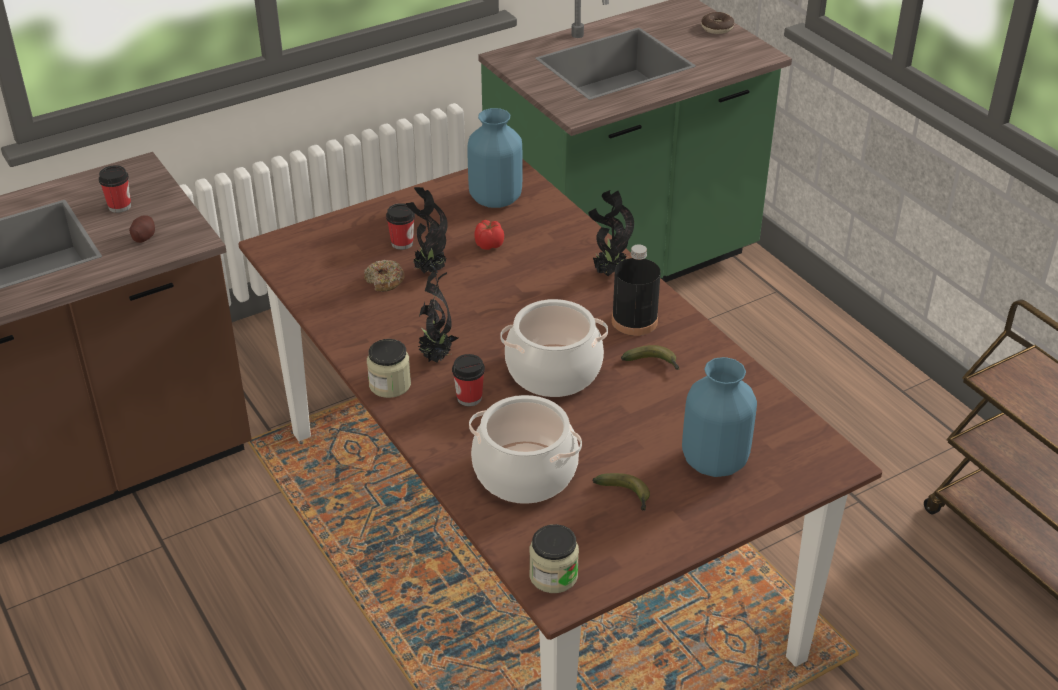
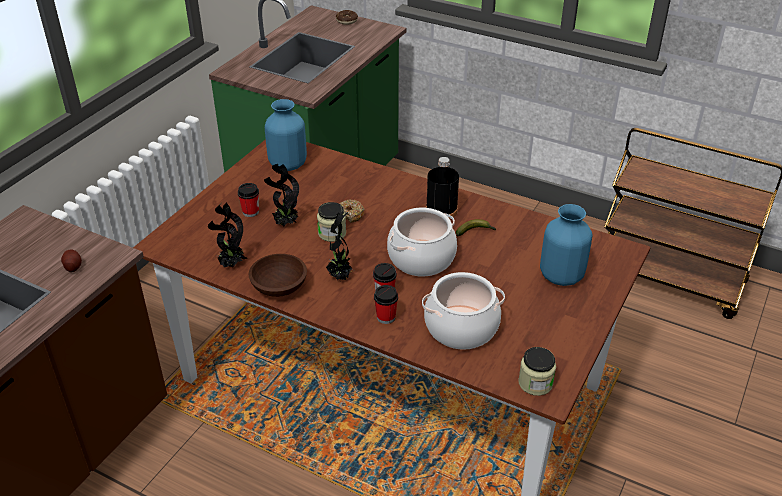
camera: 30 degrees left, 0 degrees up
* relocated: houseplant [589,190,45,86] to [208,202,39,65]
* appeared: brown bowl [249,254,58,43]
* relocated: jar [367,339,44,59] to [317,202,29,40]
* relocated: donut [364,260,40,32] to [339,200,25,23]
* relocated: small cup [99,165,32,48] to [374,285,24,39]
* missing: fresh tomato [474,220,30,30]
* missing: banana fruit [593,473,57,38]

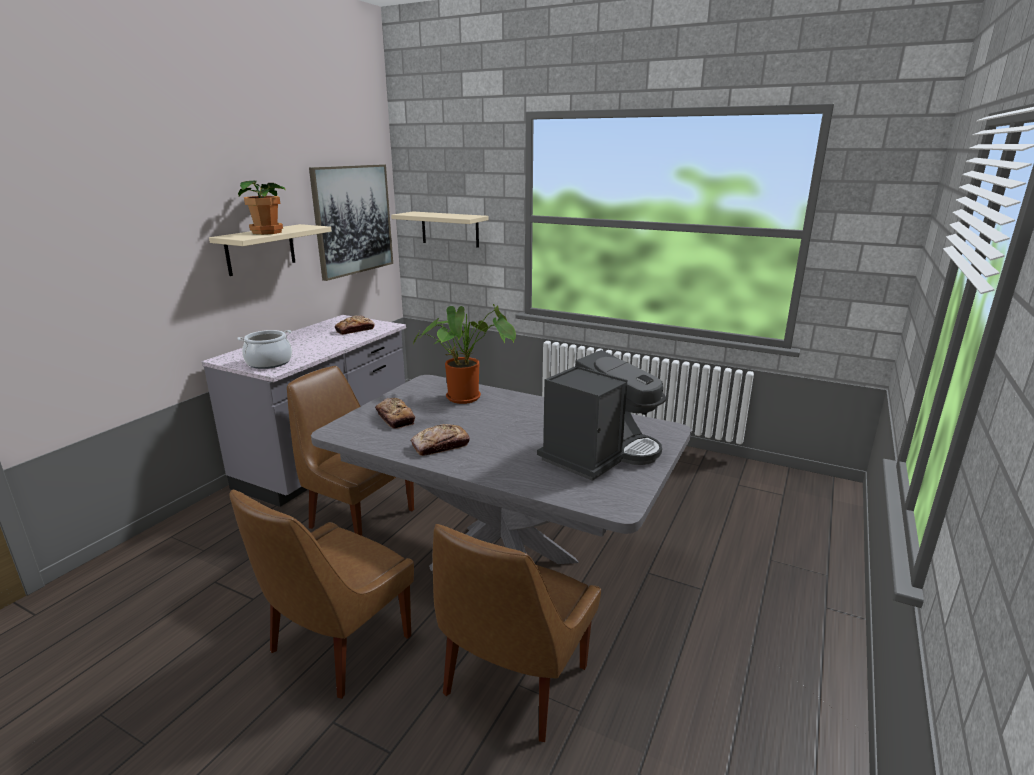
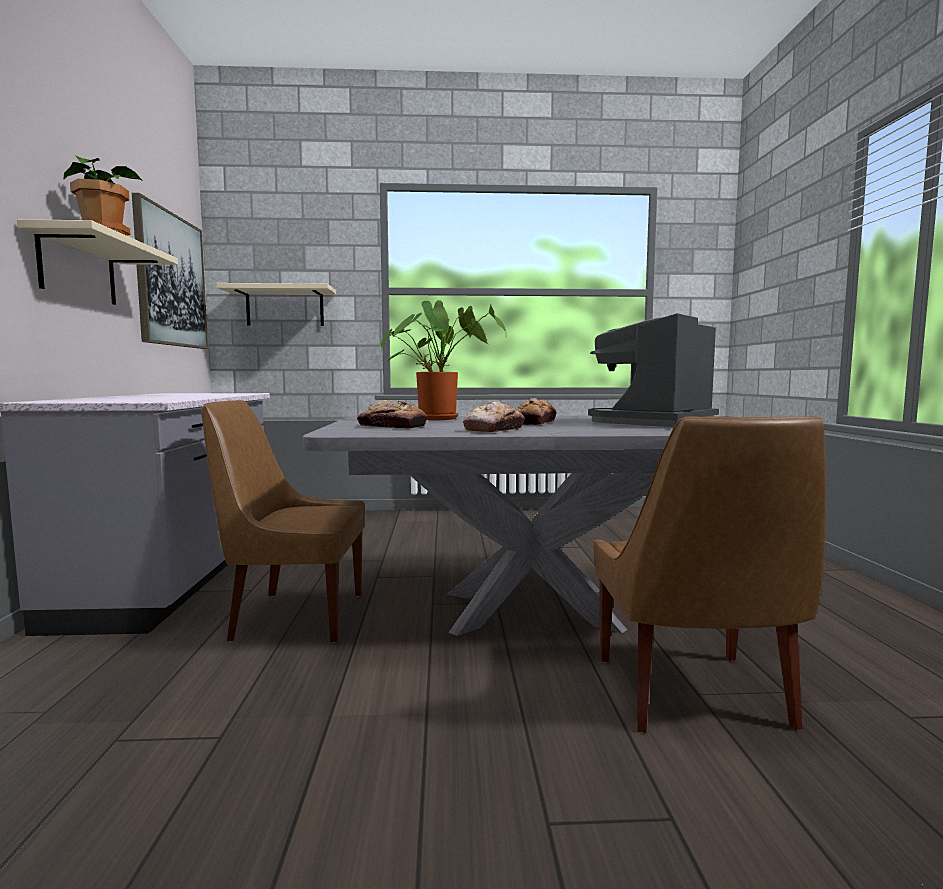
camera: 30 degrees left, 15 degrees down
* relocated: bakery bread [335,316,40,19] to [516,398,41,27]
* spun: coffee maker [537,350,129,131] = [588,313,131,114] 150 degrees counterclockwise
* missing: brown chair [229,489,185,210]
* missing: cooking pot [237,330,55,39]

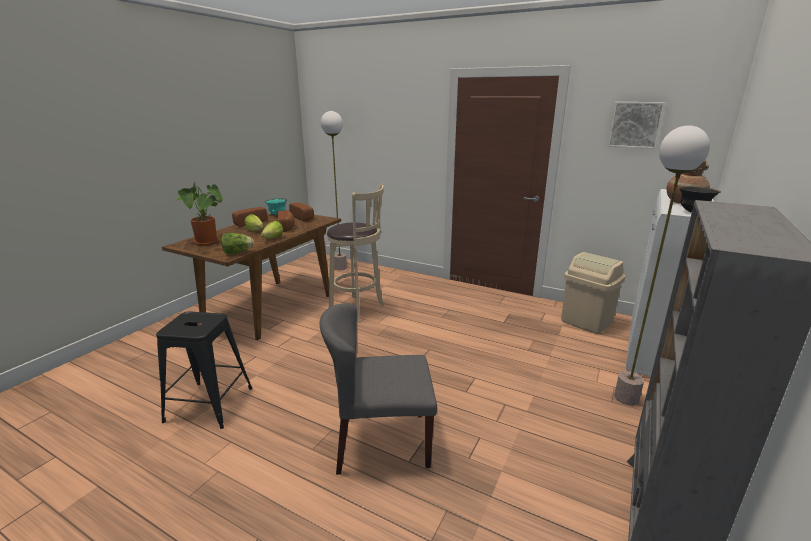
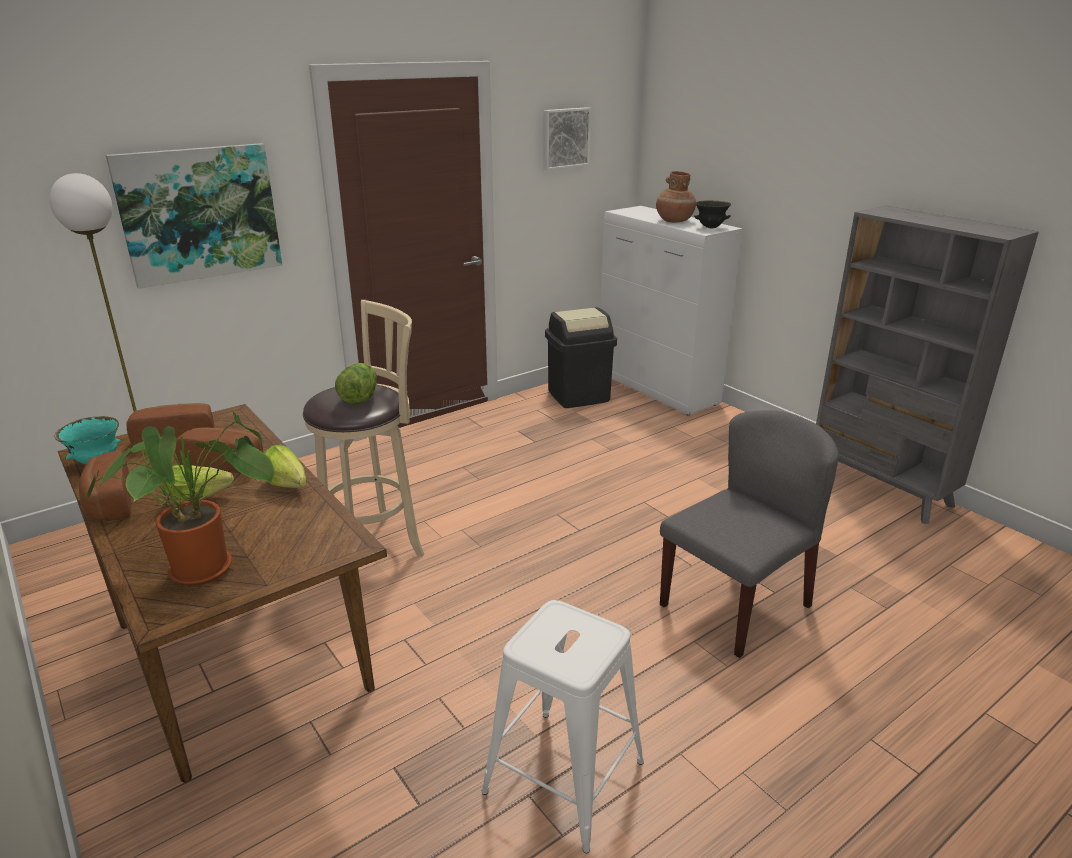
camera: 65 degrees left, 5 degrees up
* appeared: picture [106,143,176,145]
* relocated: head of lettuce [221,233,33,21] to [335,363,42,42]
* colour: black-coloured stool seat [156,312,96,117] to white-coloured stool seat [481,600,163,253]
* colour: beige waste bin [561,252,65,82] to black-coloured waste bin [545,307,72,101]
* spun: greyish chair [319,303,118,172] = [660,410,179,248] 150 degrees counterclockwise
* missing: floor lamp [614,125,96,280]

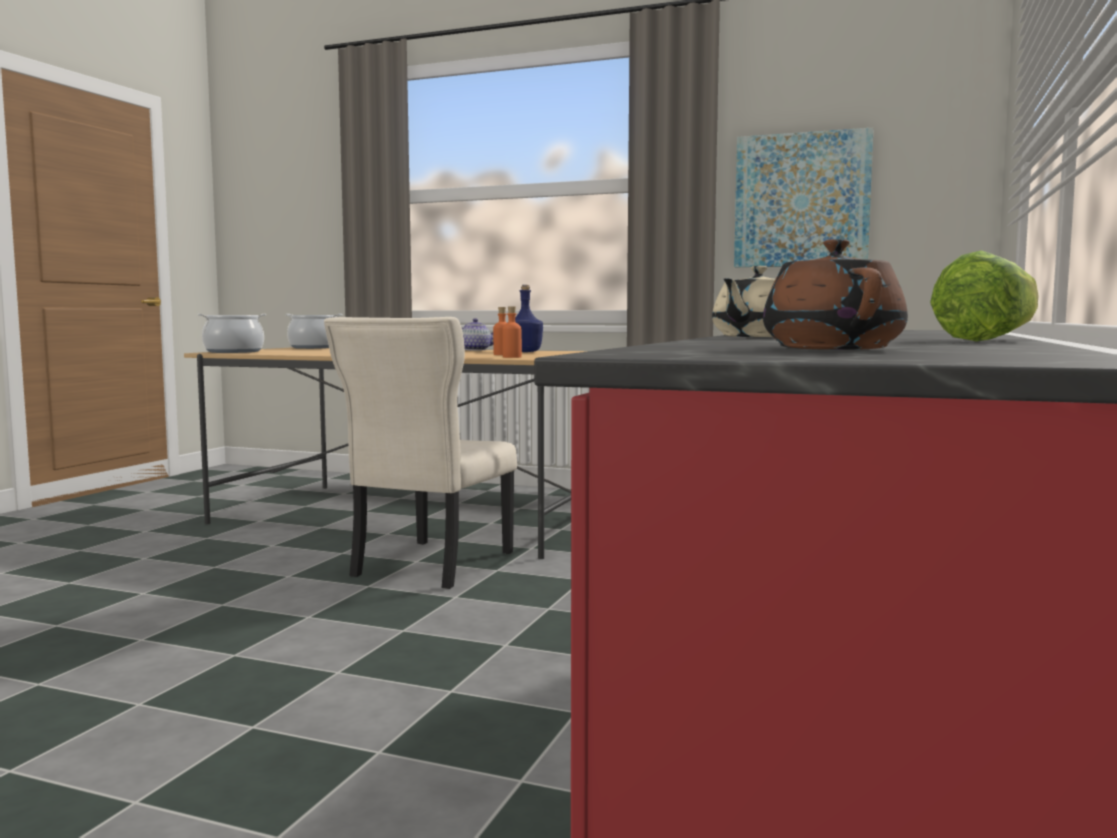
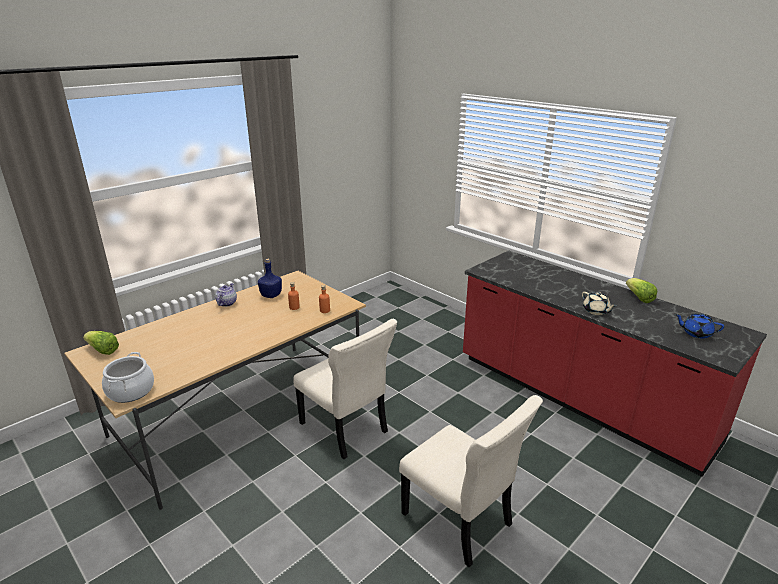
camera: 65 degrees left, 20 degrees up
* exchanged: cooking pot [285,314,58,35] to head of lettuce [83,331,36,24]
* appeared: beige chair [399,395,144,172]
* colour: brown pot for tea [763,239,145,111] to blue-coloured pot for tea [675,314,49,25]
* missing: picture [734,128,139,139]

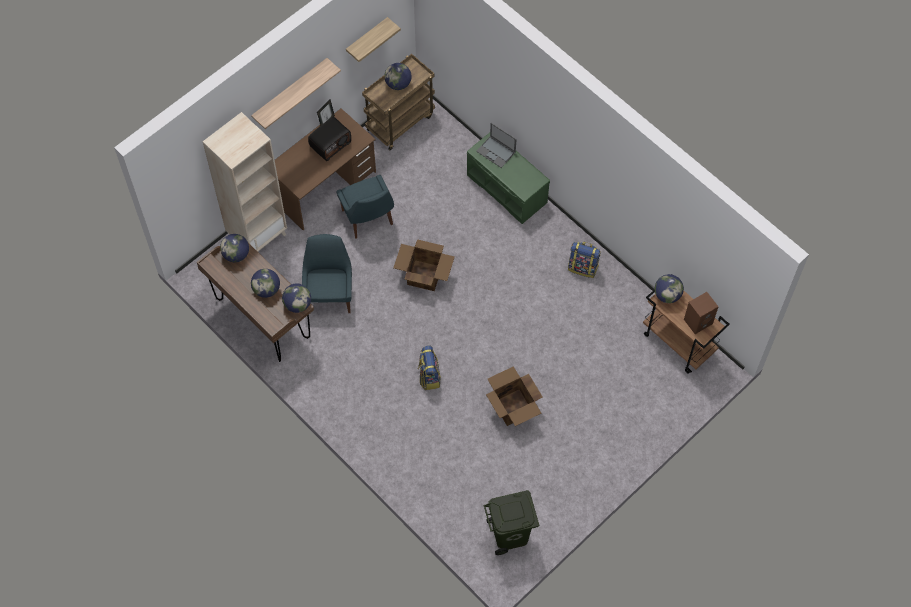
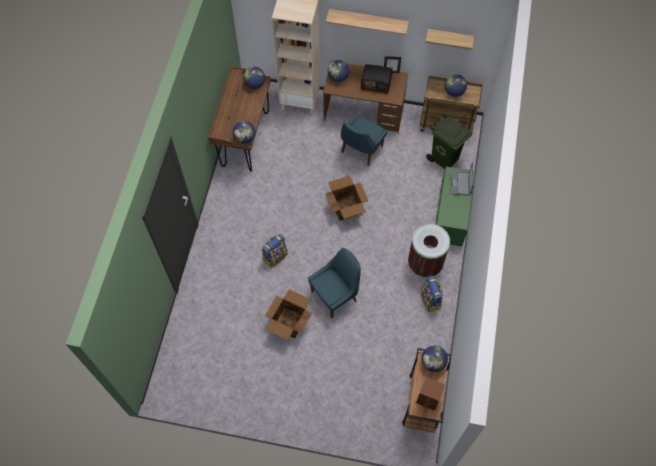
camera: 55 degrees right, 0 degrees up
* relocated: blue-coloured chair [302,234,50,79] to [308,248,53,70]
* relocated: world globe [251,269,29,29] to [328,60,21,22]
* appeared: brown waste bin [408,224,42,53]
* relocated: green-coloured waste bin [483,490,56,65] to [426,115,46,54]

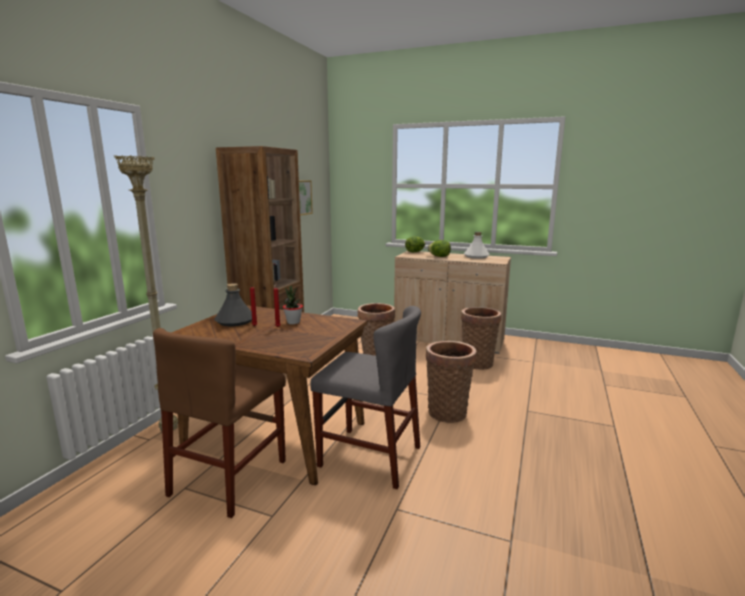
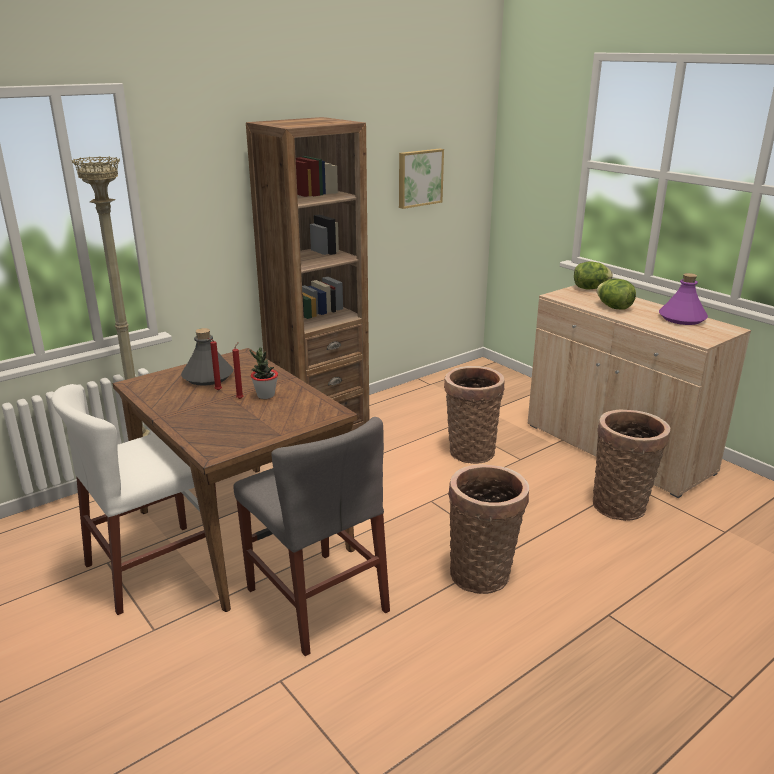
camera: 30 degrees right, 10 degrees up
* colour: brown chair [153,328,133,190] to white-coloured chair [51,384,166,231]
* colour: white-coloured bottle [464,232,26,27] to purple bottle [659,273,49,52]

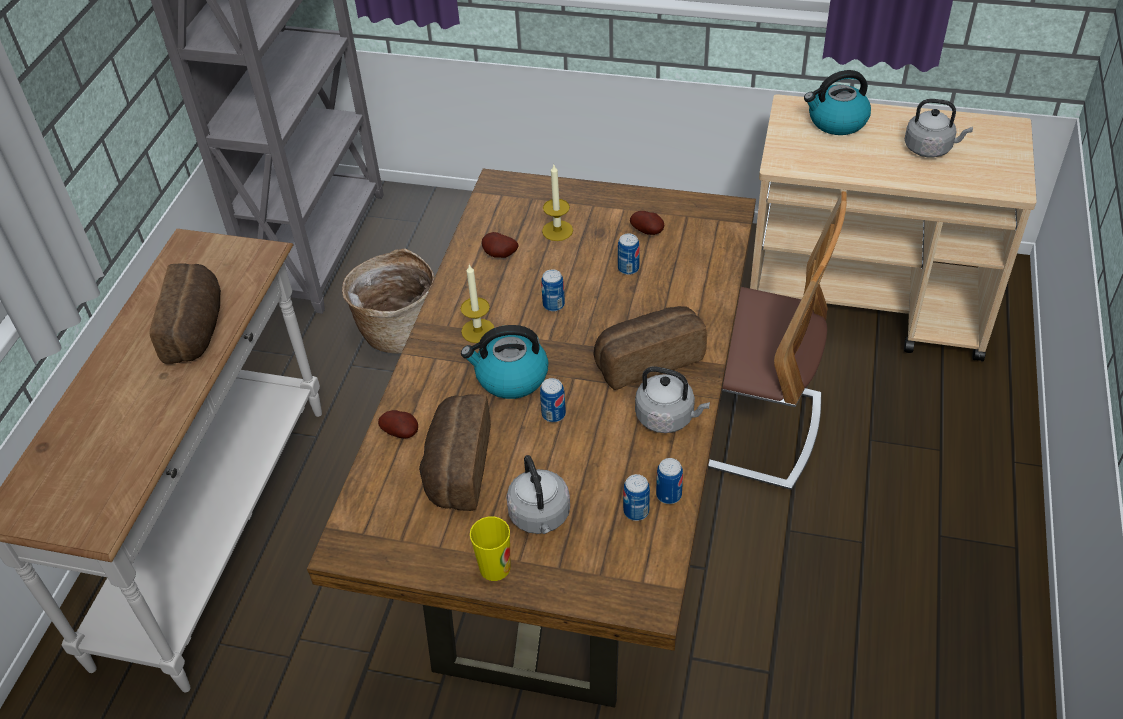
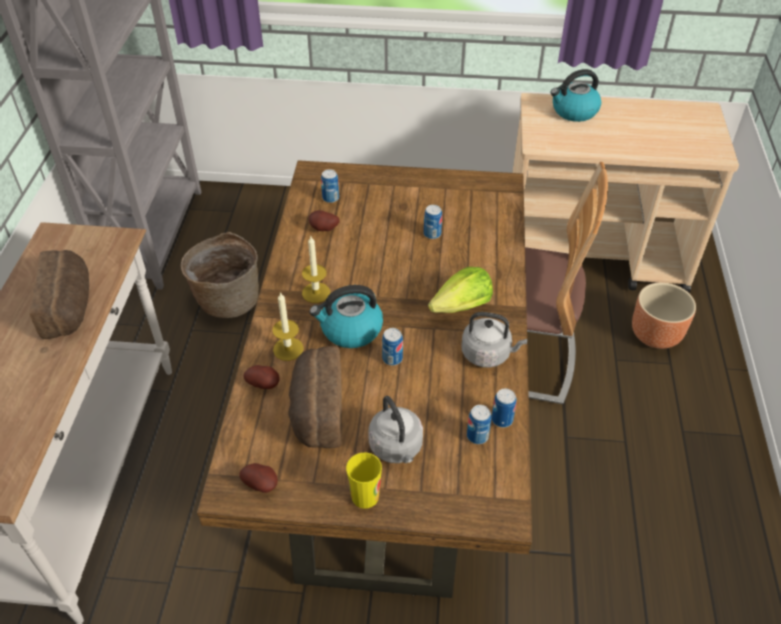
camera: 10 degrees left, 0 degrees up
* relocated: spud [630,211,34,24] to [239,463,39,30]
* relocated: wax candle [542,165,31,76] to [272,292,32,69]
* relocated: can [541,269,24,42] to [321,169,18,34]
* exchanged: bakery bread [594,306,113,84] to head of lettuce [428,267,65,46]
* appeared: brown planter [632,282,64,67]
* missing: greyish kettle [905,99,68,58]

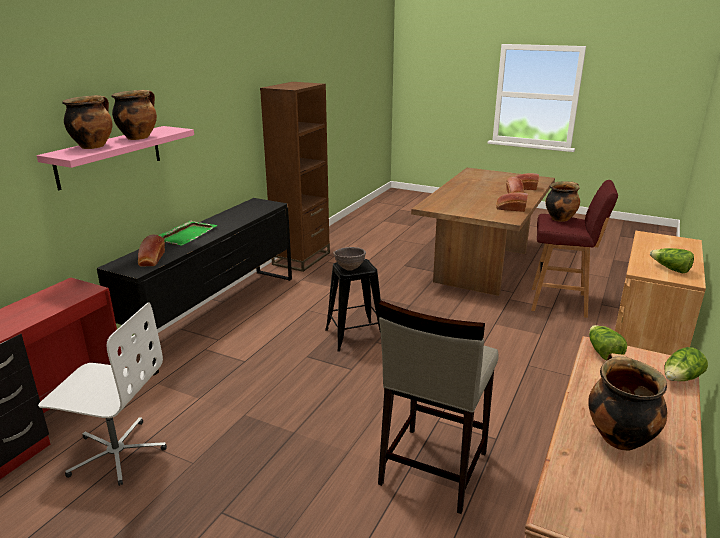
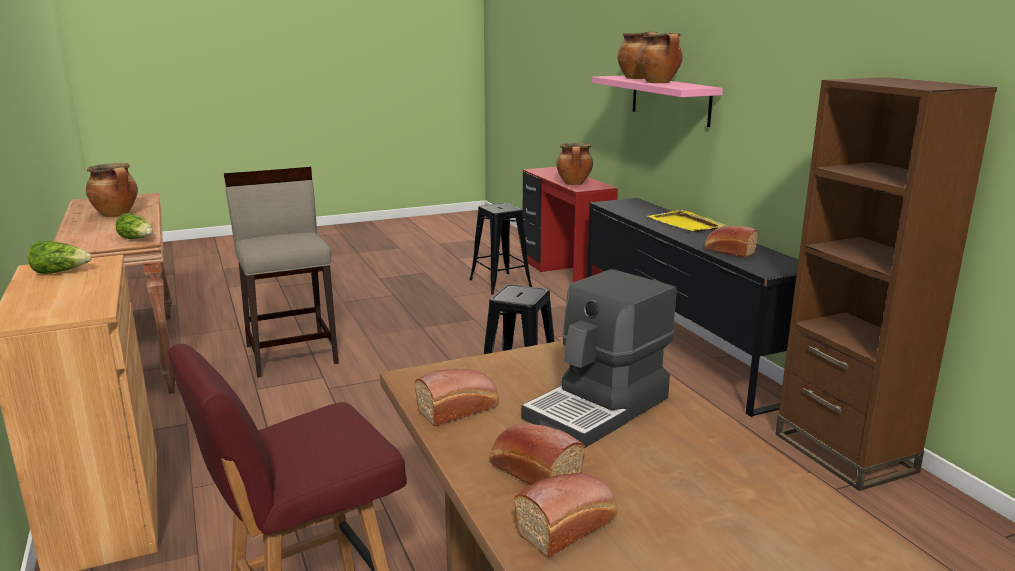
camera: 130 degrees right, 5 degrees down
* exchanged: white-coloured office chair [38,302,129,184] to black-coloured stool seat [469,203,63,91]
* appeared: coffee maker [521,269,155,179]
* relocated: cooking pot [545,182,35,40] to [556,143,37,42]
* colour: green-coloured tray [159,221,58,25] to yellow tray [648,210,79,22]
* relocated: bakery bread [138,235,27,32] to [704,226,54,31]
* missing: brown bowl [333,247,33,24]
* missing: head of lettuce [664,347,44,34]

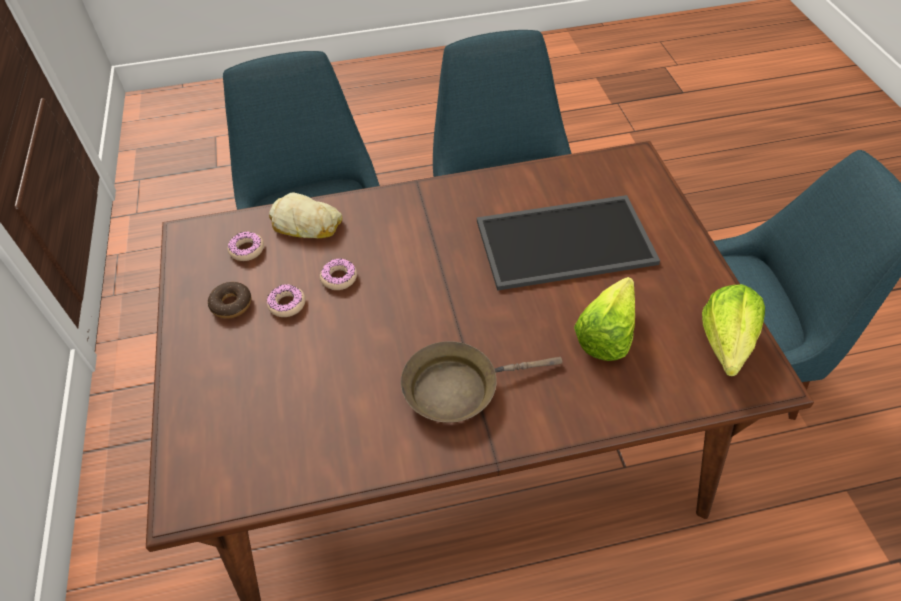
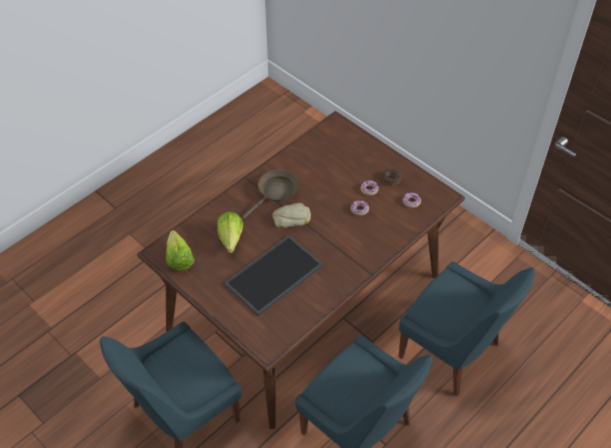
camera: 145 degrees right, 0 degrees up
* relocated: bakery bread [269,192,73,46] to [272,203,39,25]

